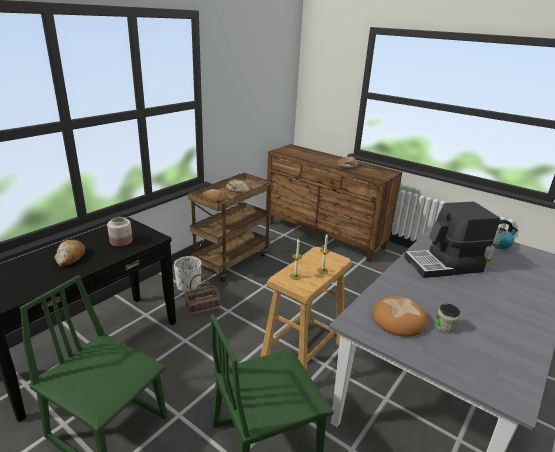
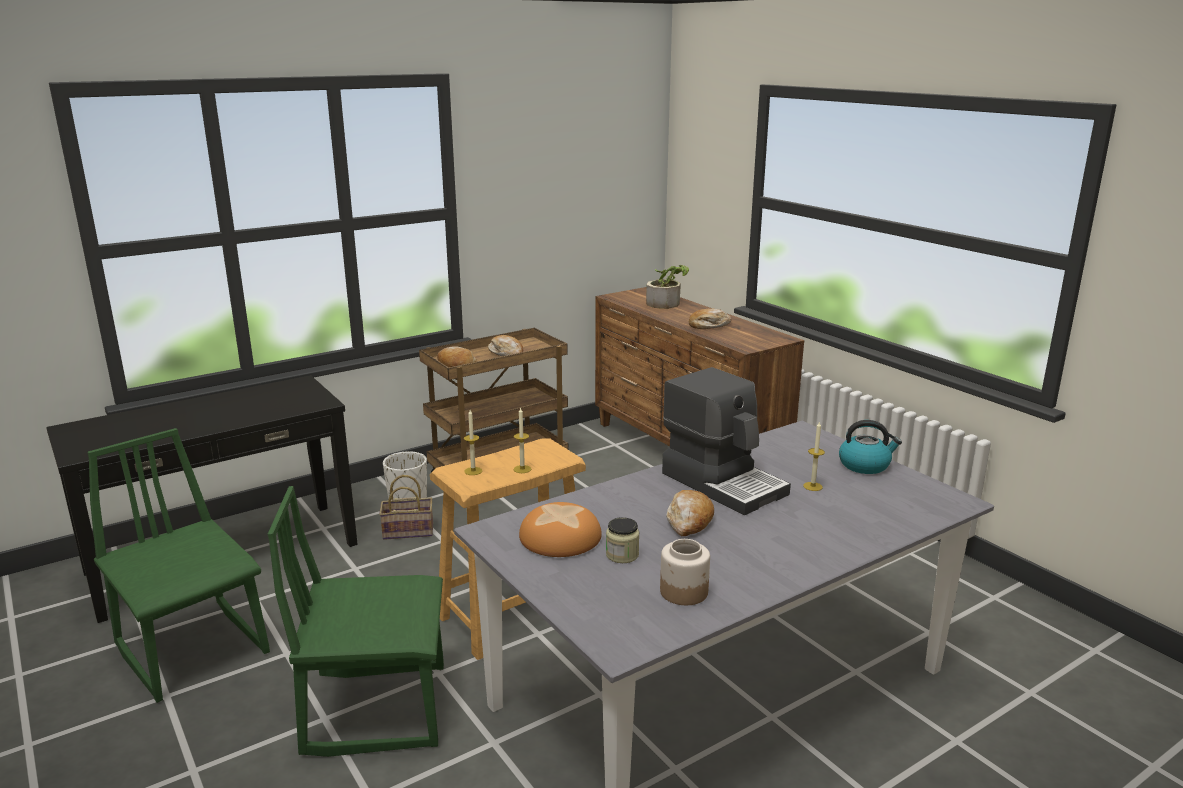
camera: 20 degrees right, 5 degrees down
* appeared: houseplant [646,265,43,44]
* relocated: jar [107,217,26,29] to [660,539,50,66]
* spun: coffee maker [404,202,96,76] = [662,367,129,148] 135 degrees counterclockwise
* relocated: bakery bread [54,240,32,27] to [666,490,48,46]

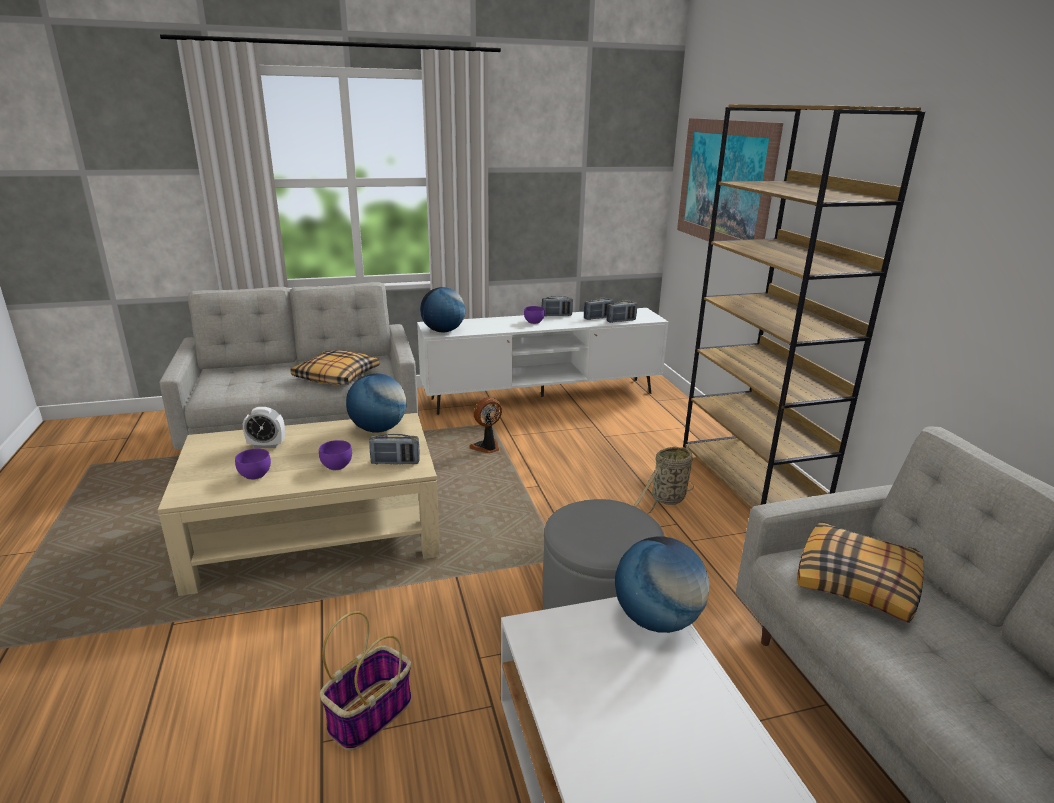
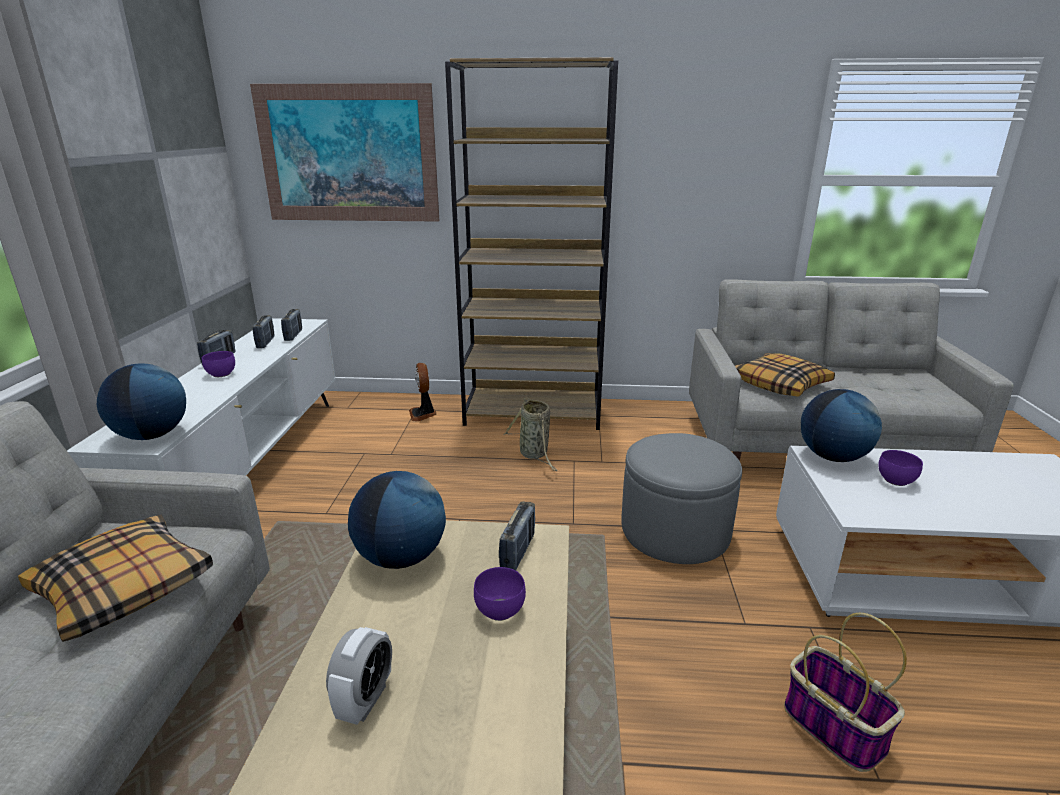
camera: 70 degrees left, 0 degrees up
* relocated: fan [469,397,33,57] to [409,363,28,58]
* relocated: purple bowl [235,448,36,32] to [878,450,45,36]

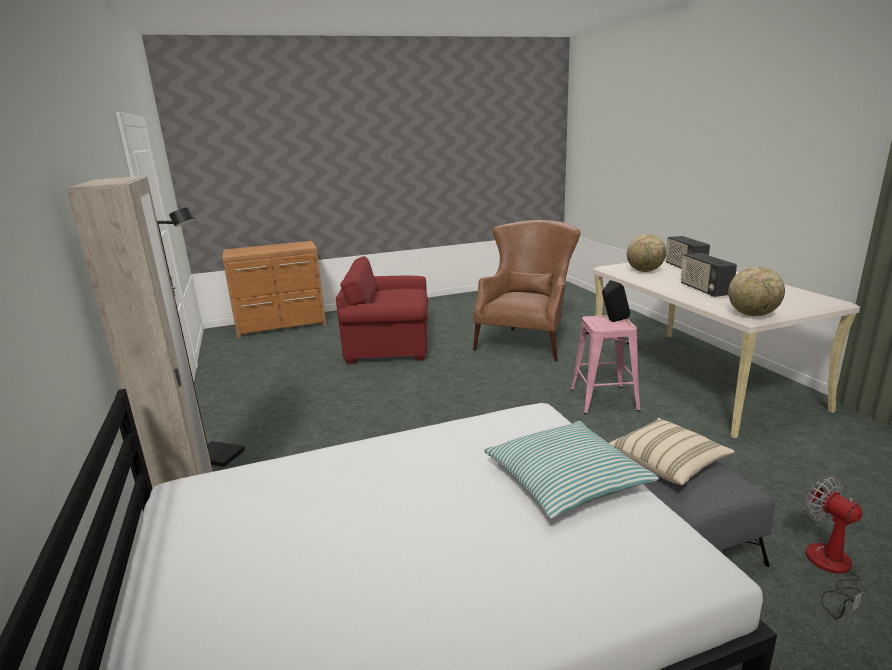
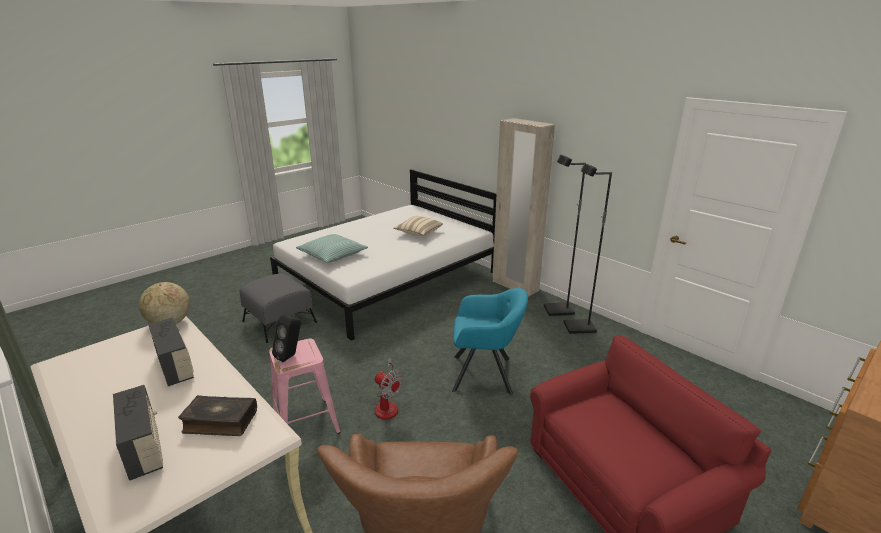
camera: 155 degrees right, 5 degrees up
* exchanged: world globe [627,234,39,38] to book [178,395,79,41]
* relocated: fan [805,477,57,142] to [374,358,29,62]
* relocated: beige cushion [609,418,126,67] to [393,216,50,20]
* appeared: turquoise lounge chair [452,288,76,107]
* appeared: black-coloured floor lamp [564,163,48,171]

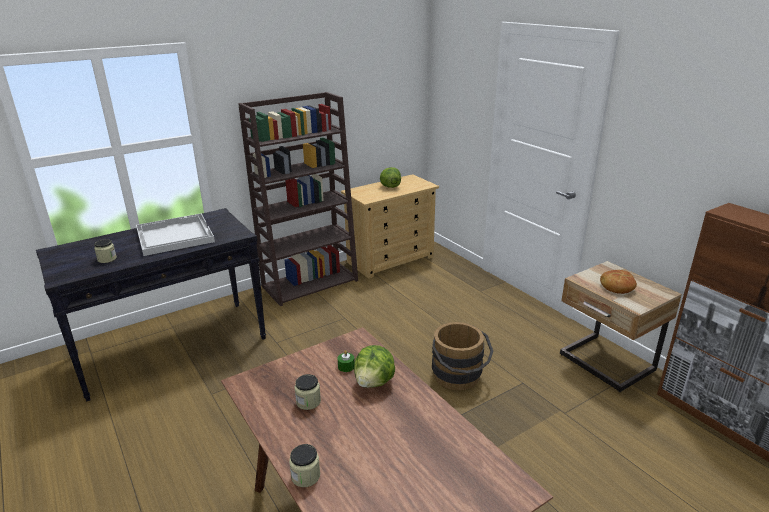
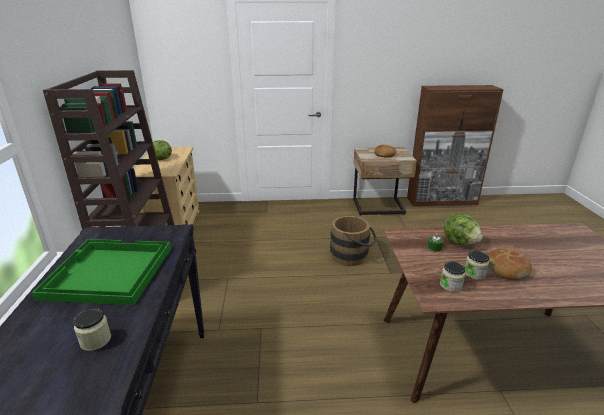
camera: 60 degrees left, 0 degrees up
* colour: white-coloured tray [136,213,79,43] to green-coloured tray [32,239,139,66]
* relocated: jar [289,444,31,43] to [440,261,26,31]
* appeared: bakery bread [488,248,44,32]

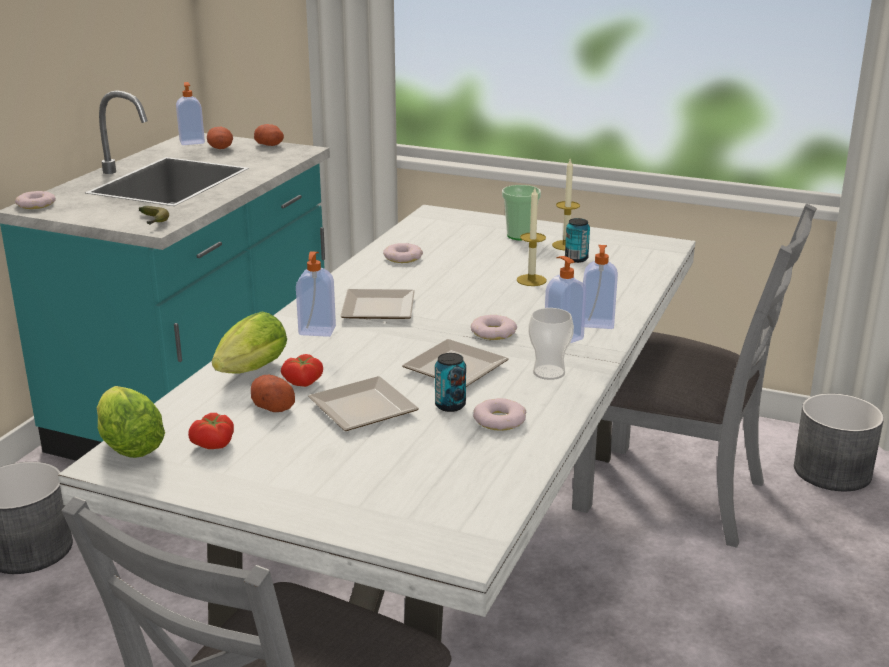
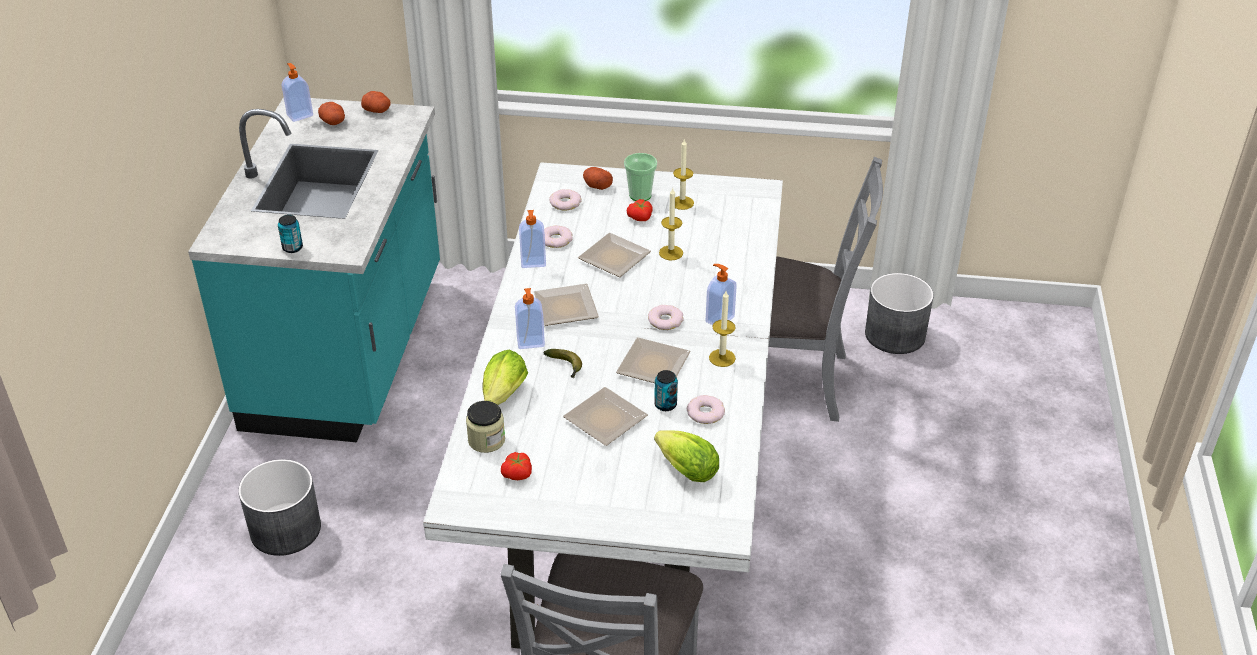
camera: 15 degrees left, 15 degrees up
* relocated: can [565,218,25,45] to [278,215,25,38]
* appeared: jar [466,401,39,52]
* relocated: soap bottle [583,245,35,84] to [519,210,27,58]
* relocated: banana fruit [139,206,30,19] to [543,349,39,29]
* relocated: donut [15,191,41,18] to [549,189,33,21]
* appeared: plate [578,233,73,44]
* relocated: spud [251,375,44,37] to [583,167,30,23]
* relocated: fresh tomato [281,354,42,33] to [627,199,26,22]
* relocated: head of lettuce [97,386,68,72] to [654,430,65,52]
* exchanged: small cup [528,308,46,72] to wax candle [709,291,27,76]

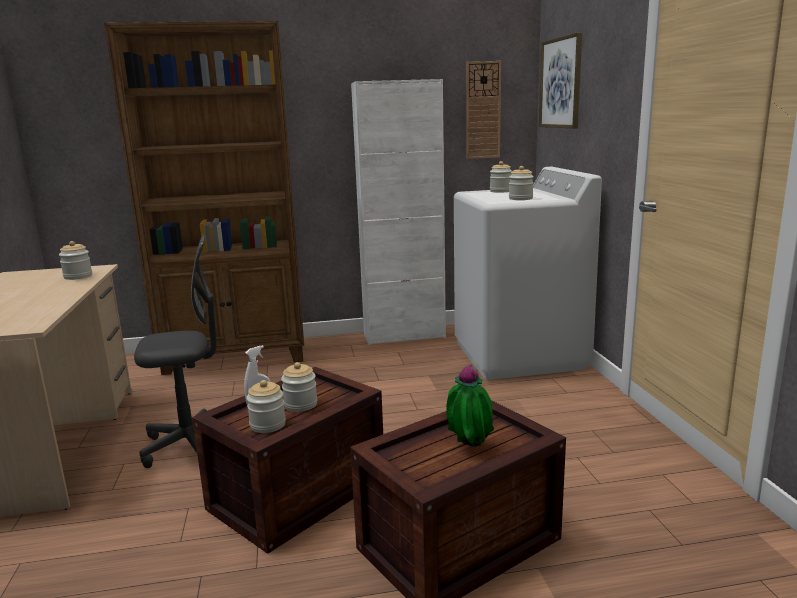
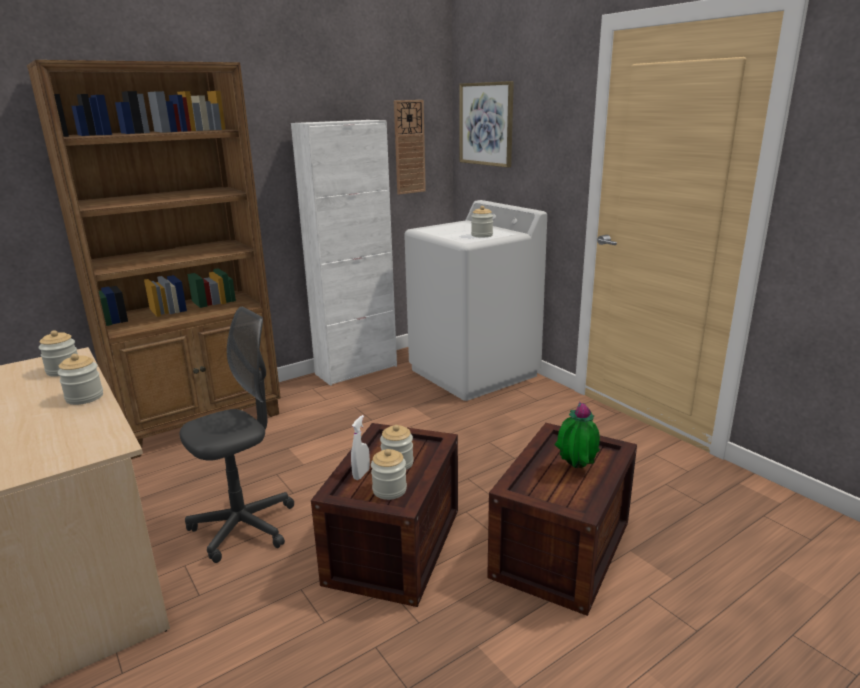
camera: 25 degrees left, 5 degrees up
* relocated: jar [490,161,22,32] to [58,354,45,51]

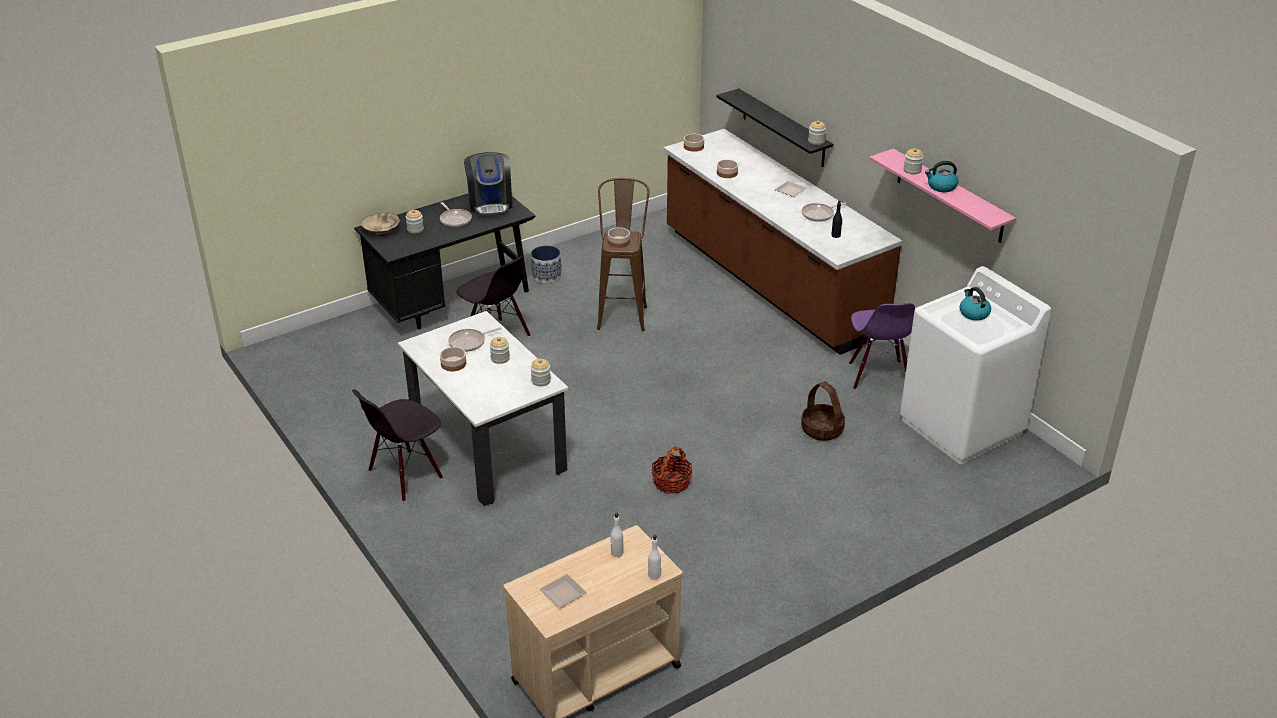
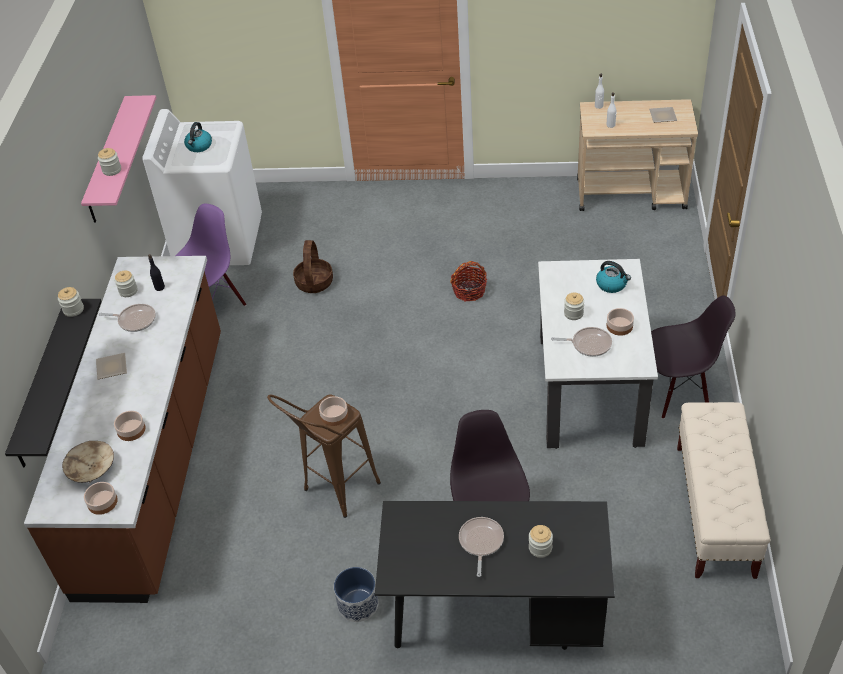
camera: 140 degrees left, 10 degrees up
* relocated: beige bowl [361,213,39,23] to [62,441,52,43]
* relocated: jar [531,359,20,27] to [115,270,23,27]
* relocated: kettle [925,161,34,31] to [596,261,35,32]
* appeared: beige bench [677,402,94,177]
* missing: coffee maker [464,152,48,65]

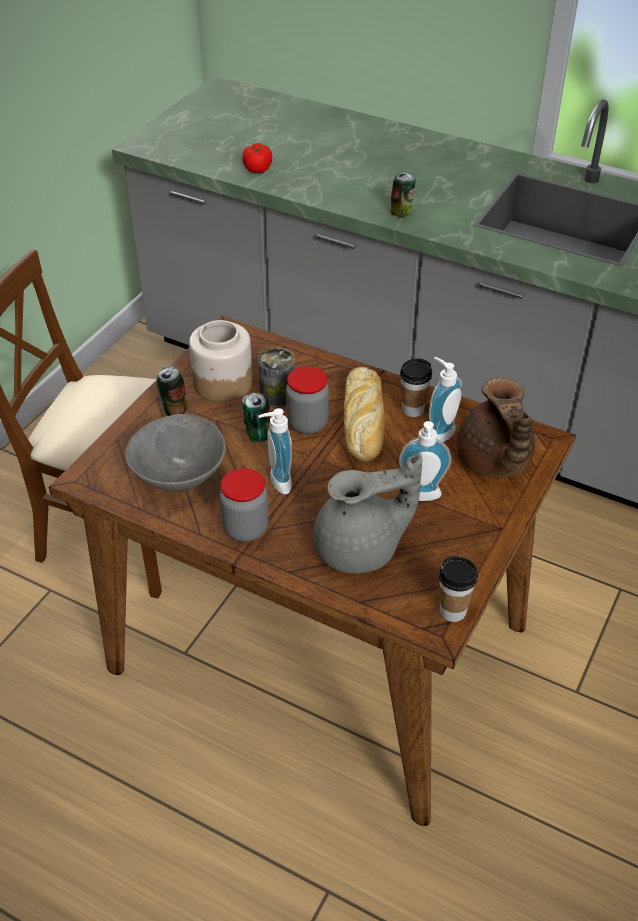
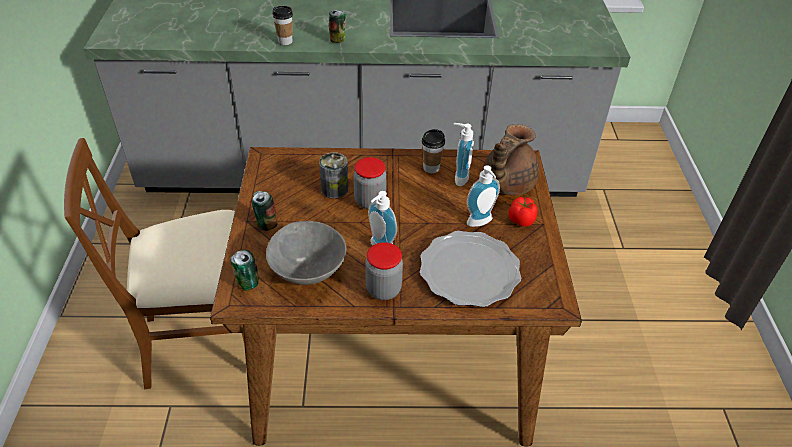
camera: 30 degrees left, 0 degrees up
* relocated: can [242,392,29,50] to [230,250,29,41]
* relocated: small cup [438,556,40,66] to [272,6,21,39]
* exchanged: greyish pot for tea [313,453,109,121] to plate [420,231,101,76]
* spun: brown pot for tea [456,378,79,99] = [483,124,56,71] 75 degrees clockwise
* relocated: fresh tomato [242,143,30,30] to [508,197,30,30]
* missing: jar [189,320,64,82]
* missing: bakery bread [344,367,42,96]

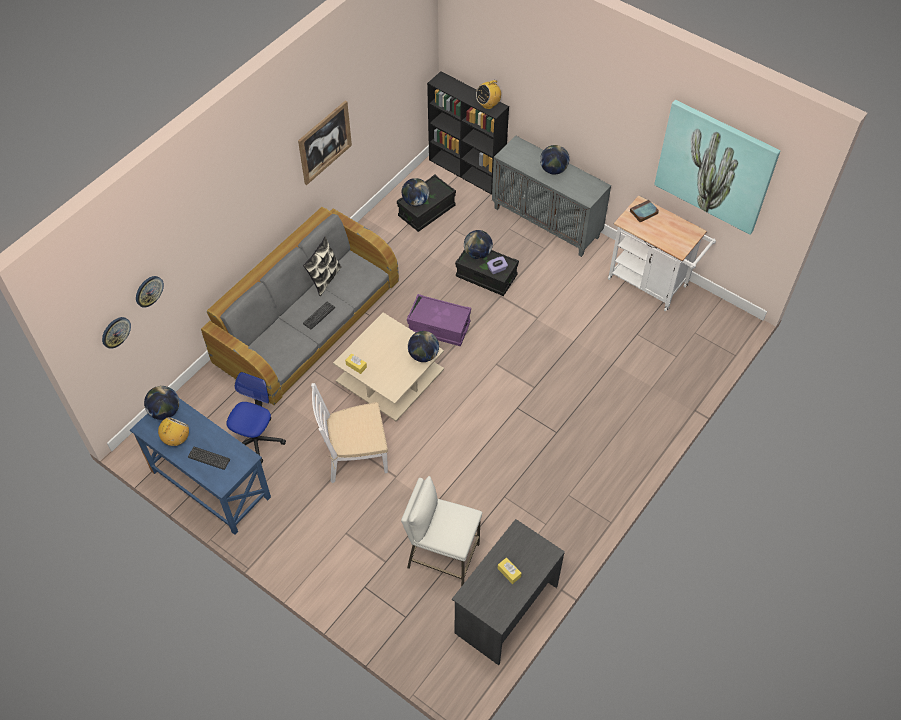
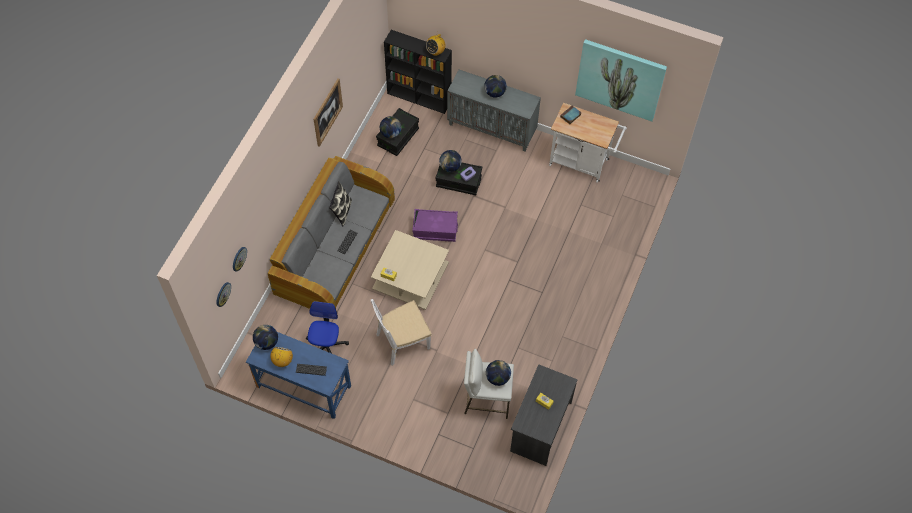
camera: 15 degrees left, 5 degrees up
* relocated: world globe [408,331,31,31] to [486,360,25,26]

